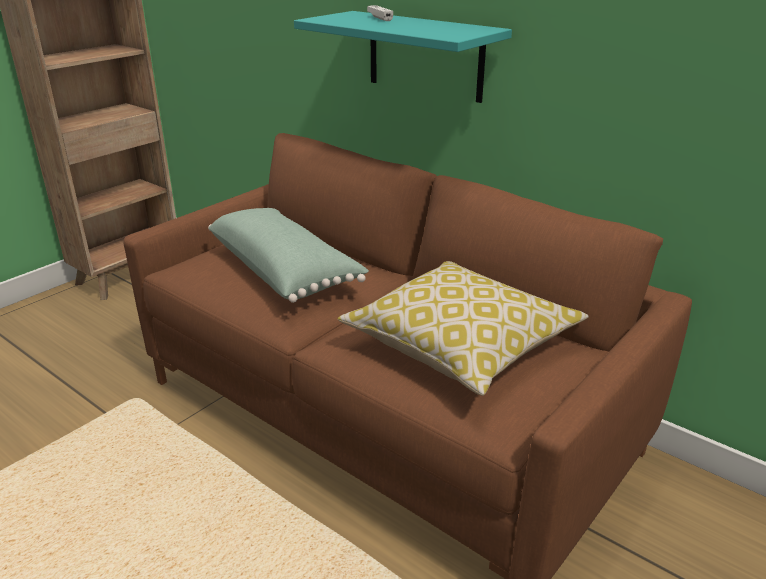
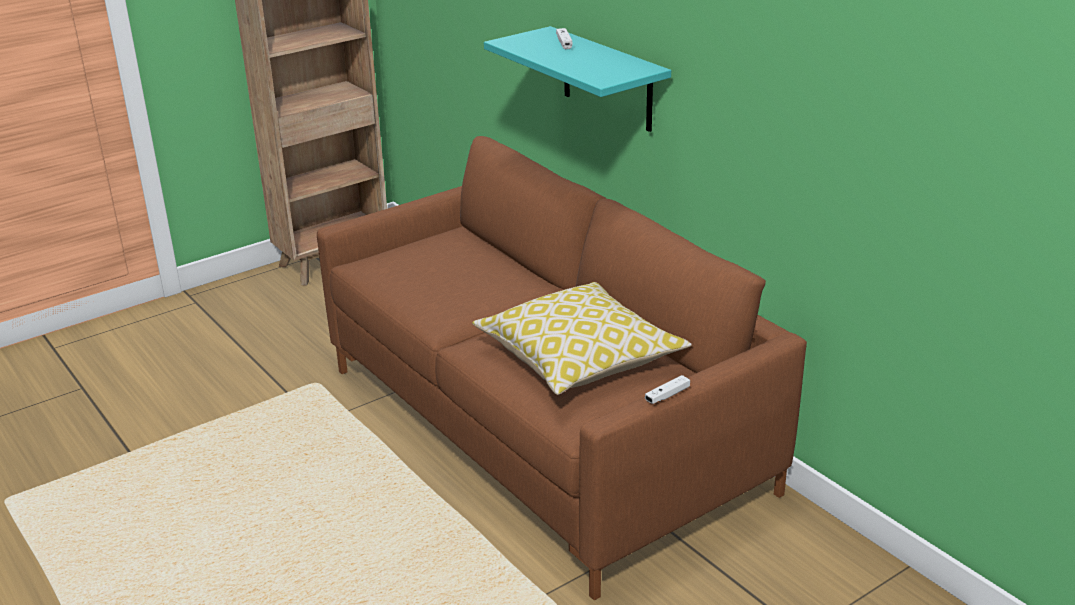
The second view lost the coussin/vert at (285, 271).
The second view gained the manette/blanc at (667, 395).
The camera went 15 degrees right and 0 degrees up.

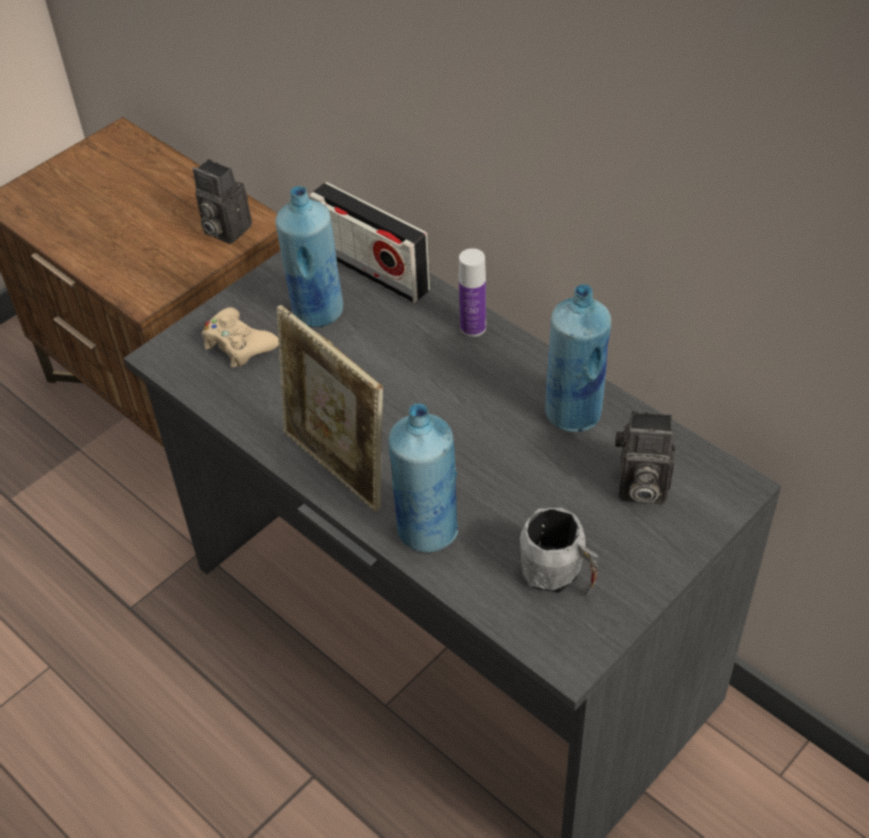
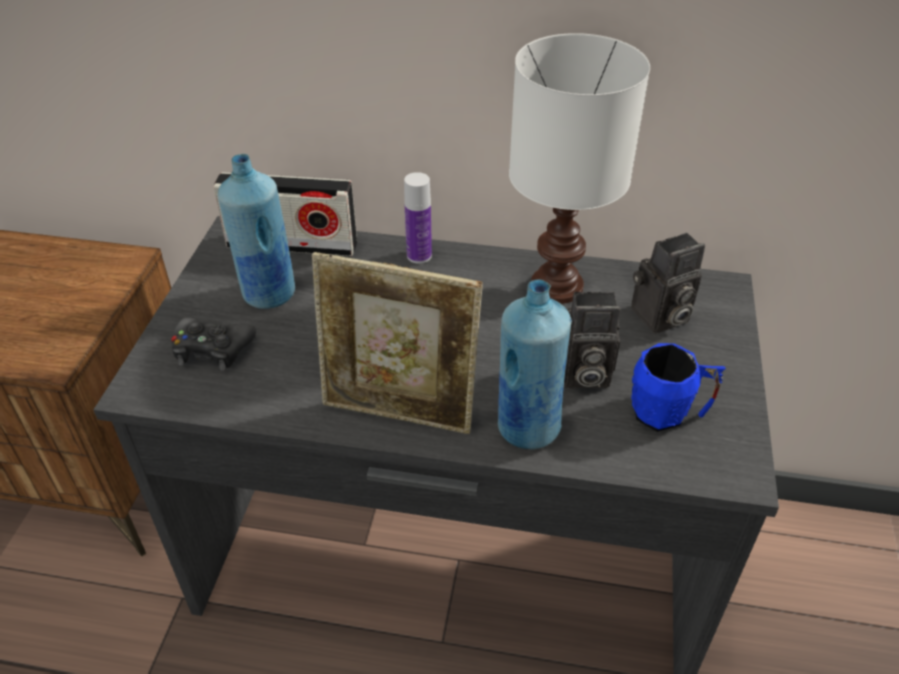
The appareil photo ended up elsewhere, having gone from (224, 229) to (581, 374).
Where the bouteille/bleu stood at (574, 413), the lampe de table/blanc came to stand at (558, 286).
What was the manette/beige at (238, 345) turned into the manette/noir at (212, 349).
What was the mug/gris at (559, 577) turned into the mug/bleu at (668, 413).
The camera went 35 degrees left and 5 degrees down.

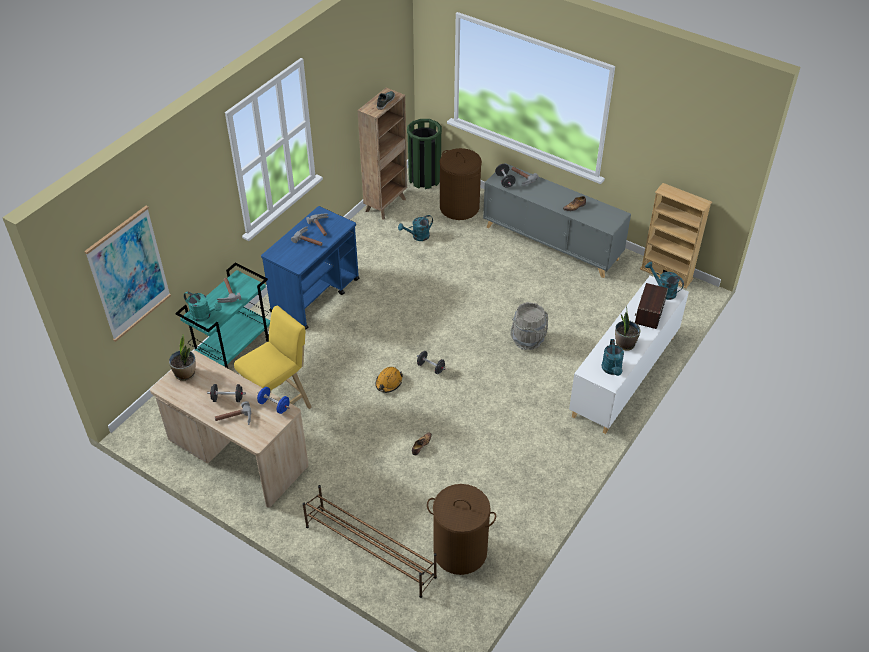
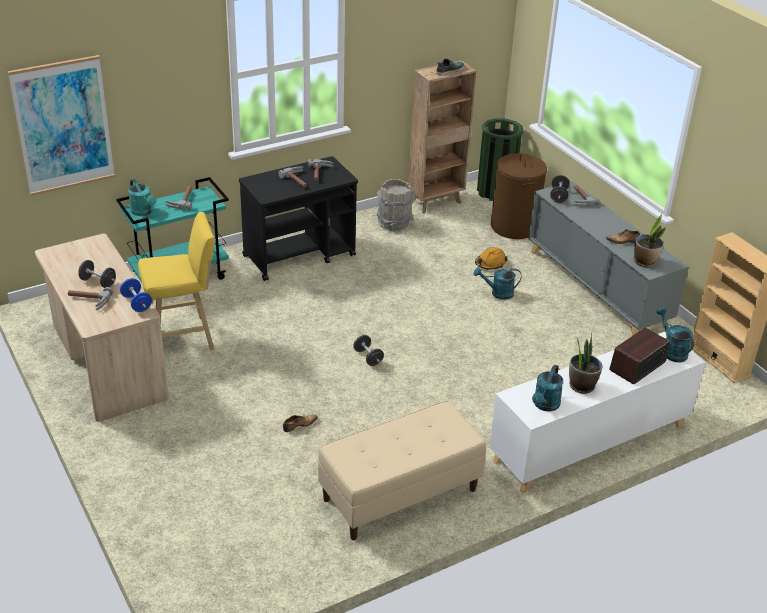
The second view lost the étagère à chaussures/marron at (369, 551).
The second view lost the panier à linge/marron at (460, 552).
The second view gained the banc/beige at (400, 495).
The plante en pot ended up elsewhere, having gone from (185, 374) to (645, 262).
The casque de chantier/orange ended up elsewhere, having gone from (388, 382) to (490, 263).
The arrosoir/turquoise ended up elsewhere, having gone from (417, 237) to (498, 293).
The seau/gris ended up elsewhere, having gone from (528, 340) to (394, 223).
What was the chariot/bleu at (315, 295) turned into the chariot/noir at (300, 255).
The camera went 25 degrees right and 10 degrees down.

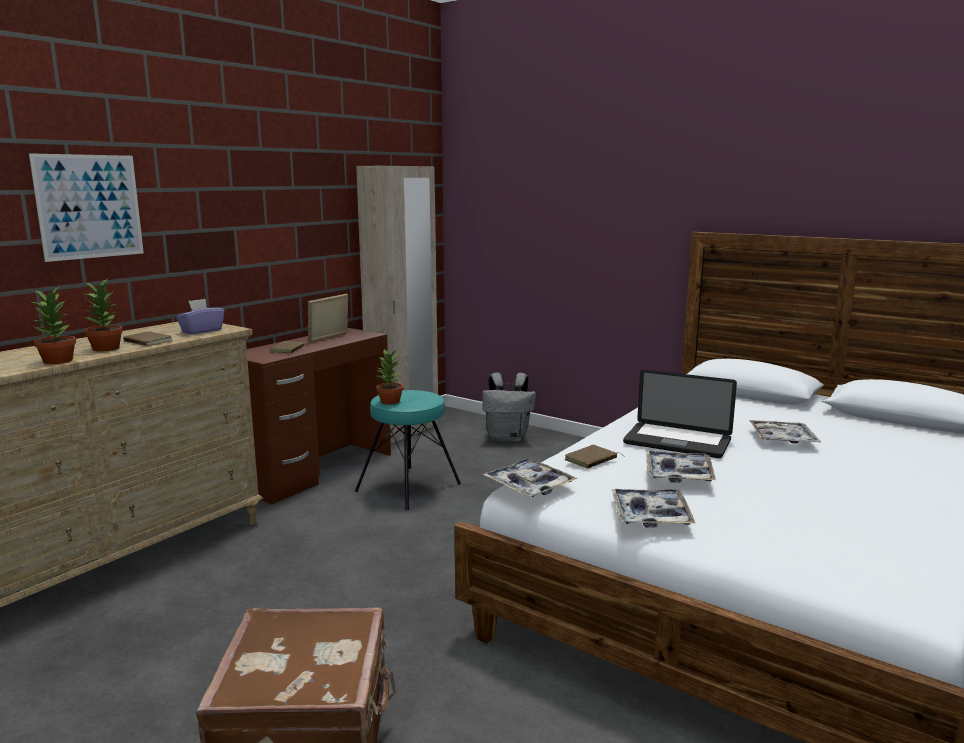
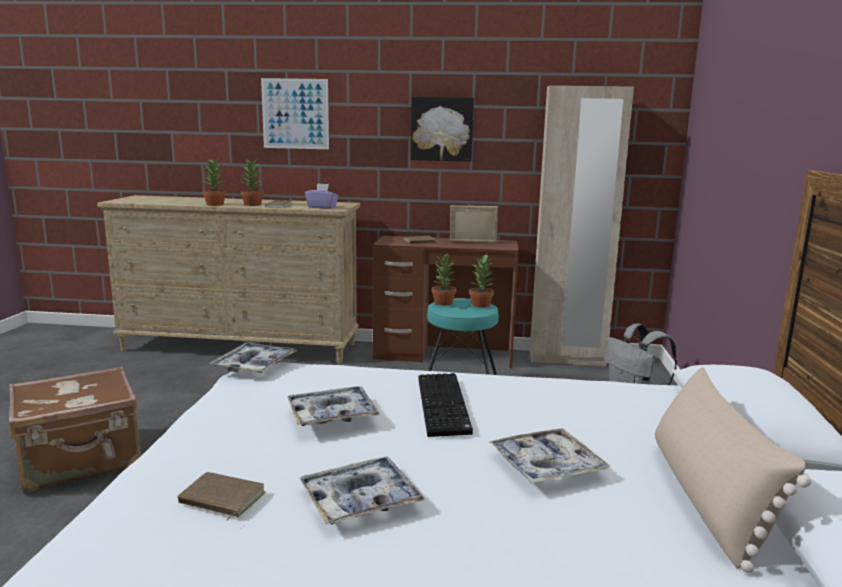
The second view gained the tableau at (442, 129).
The second view gained the plante en pot at (481, 305).
The second view gained the coussin/beige at (707, 498).
The livre/marron ended up elsewhere, having gone from (592, 460) to (220, 500).
The plateau ended up elsewhere, having gone from (650, 515) to (360, 500).
Where the ordinateur portable stood at (677, 442), the clavier came to stand at (445, 405).
The camera went 60 degrees right and 0 degrees up.

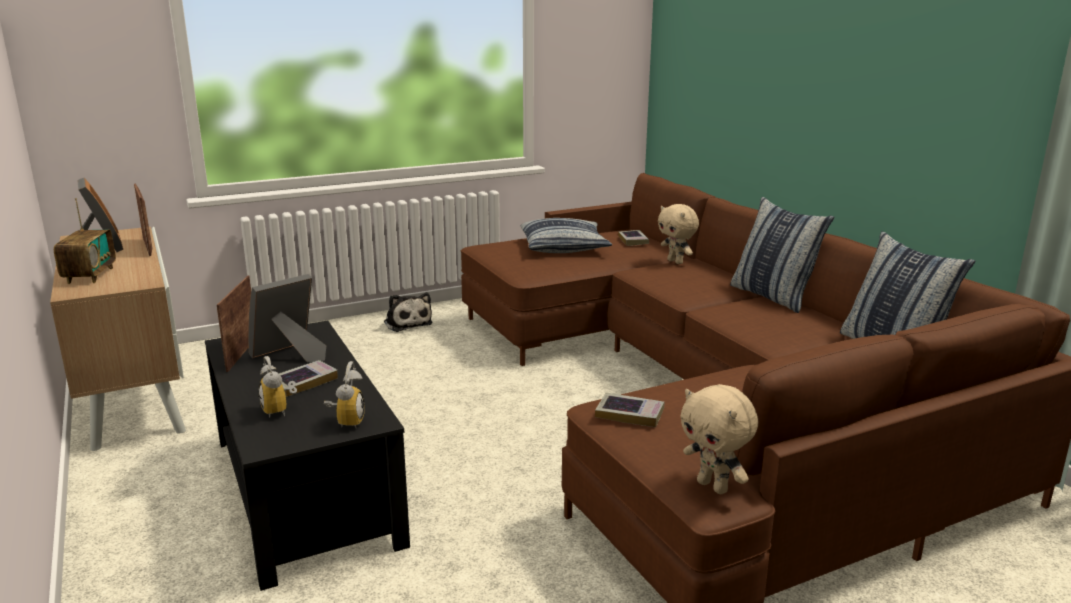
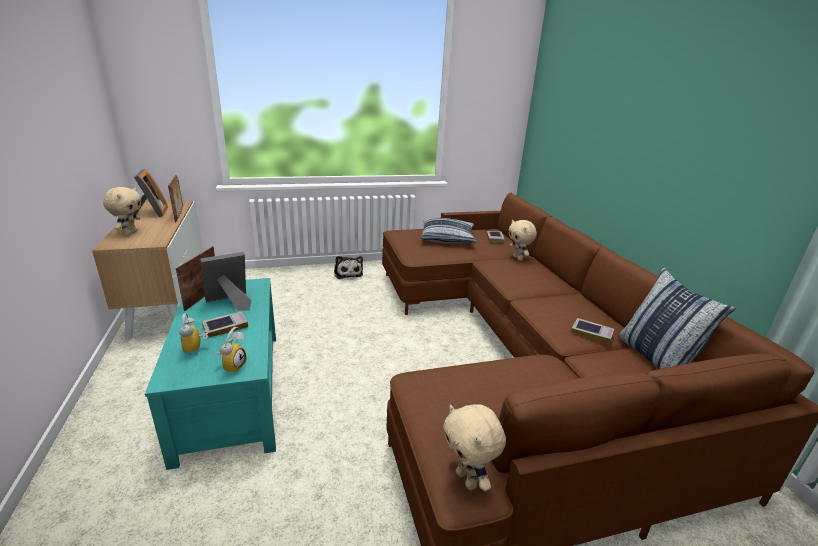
The second view lost the coussin at (773, 296).
The livre ended up elsewhere, having gone from (629, 414) to (592, 333).
Where the radio stood at (90, 275), the peluche/beige came to stand at (130, 233).
What was the table basse/noir at (308, 490) turned into the table basse/turquoise at (233, 391).
The camera went 10 degrees right and 5 degrees up.

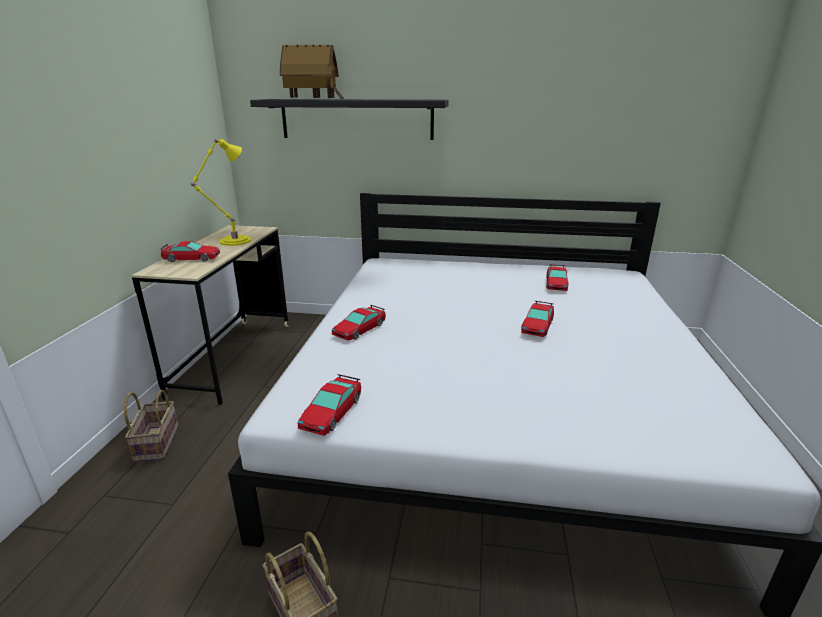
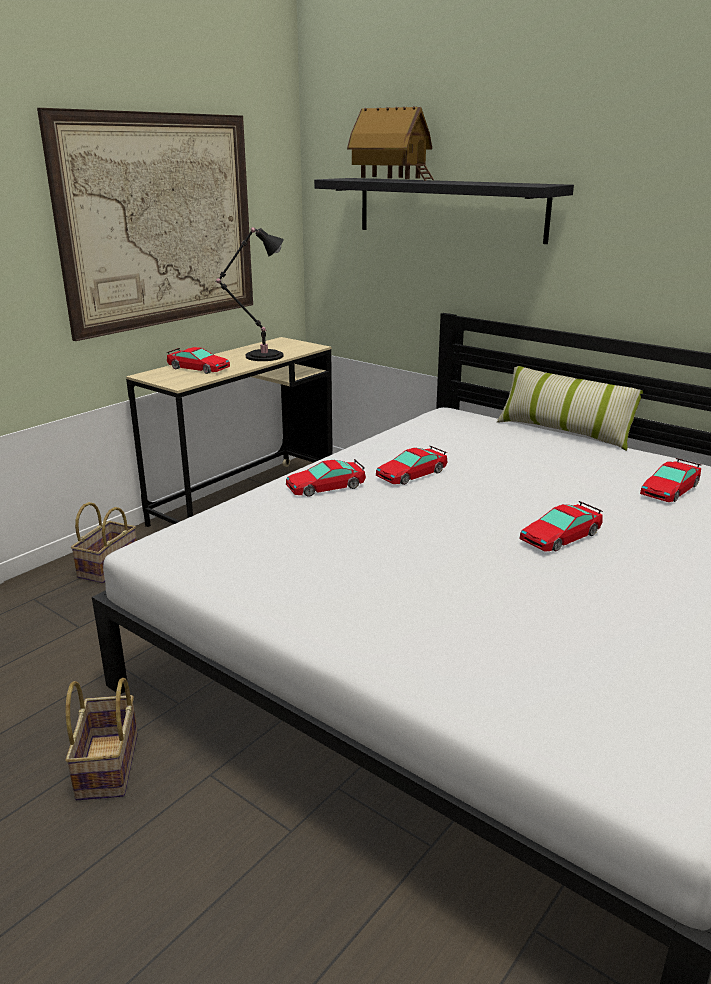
The second view gained the tableau at (160, 221).
The second view gained the coussin at (564, 432).
The petite voiture ended up elsewhere, having gone from (331, 412) to (411, 474).
What was the lampe de table/jaune at (232, 241) turned into the lampe de table/noir at (261, 356).
The camera went 30 degrees right and 0 degrees up.

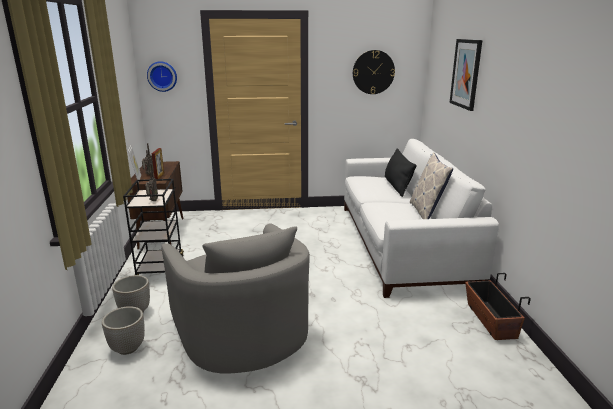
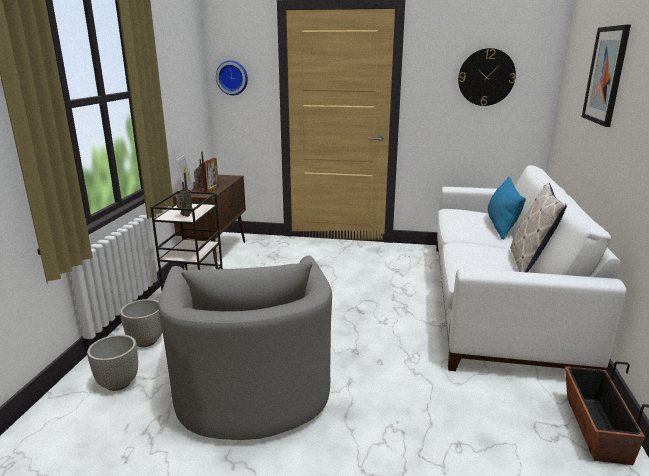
What was the coussin/noir at (397, 186) turned into the coussin/bleu at (501, 225).
The camera went 15 degrees right and 0 degrees up.

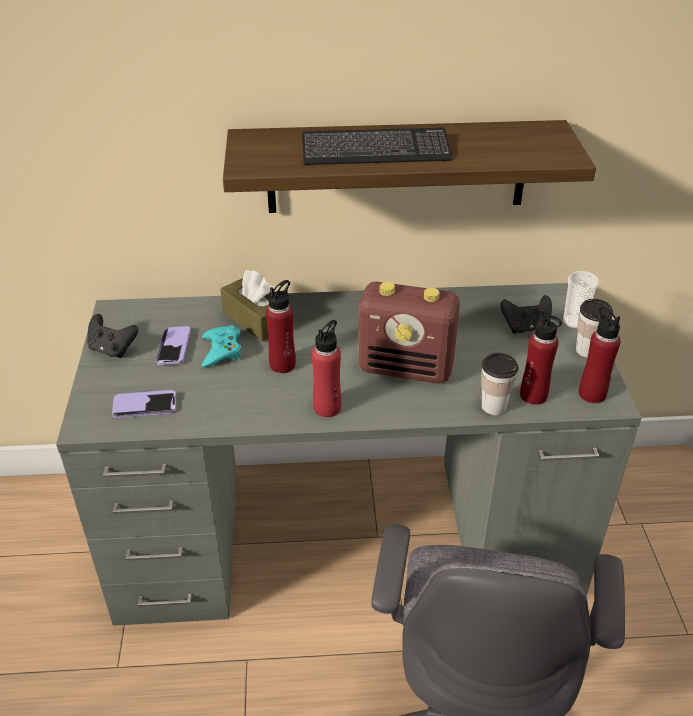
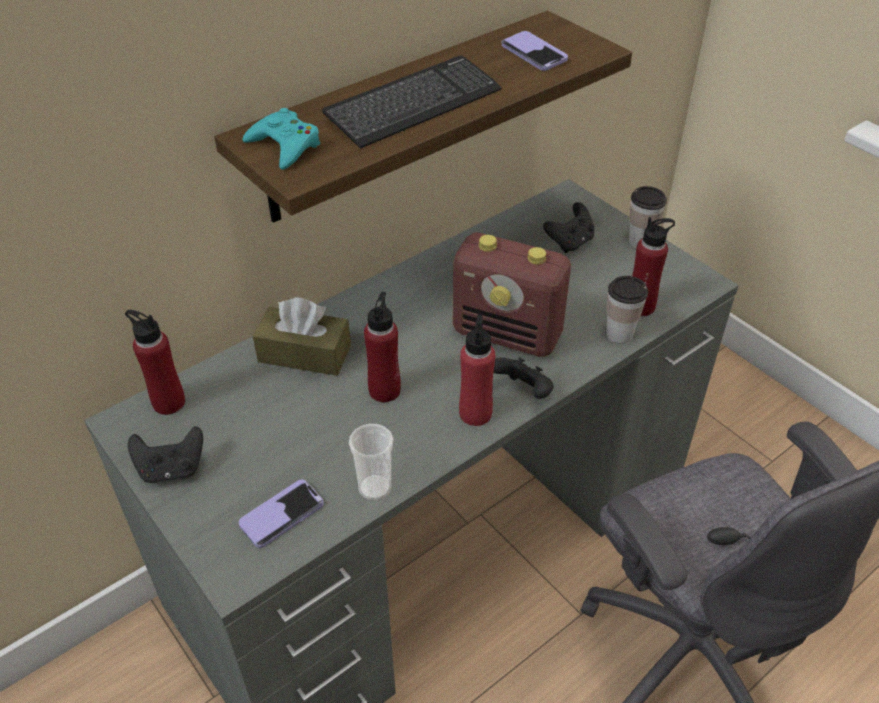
The second view gained the manette/noir at (523, 392).
The téléphone ended up elsewhere, having gone from (173, 347) to (534, 53).
The manette/turquoise ended up elsewhere, having gone from (221, 350) to (285, 146).
The tasse ended up elsewhere, having gone from (574, 322) to (375, 488).
The bouteille/rouge ended up elsewhere, having gone from (592, 394) to (169, 402).
The radio at (406, 369) ended up facing another way, 45 degrees clockwise from before.
The camera went 35 degrees left and 5 degrees up.

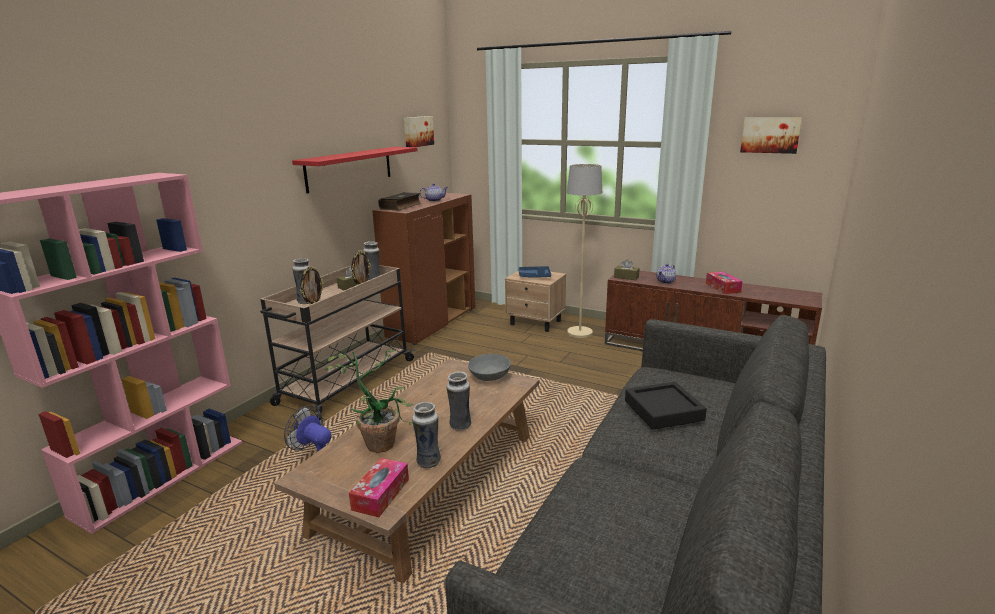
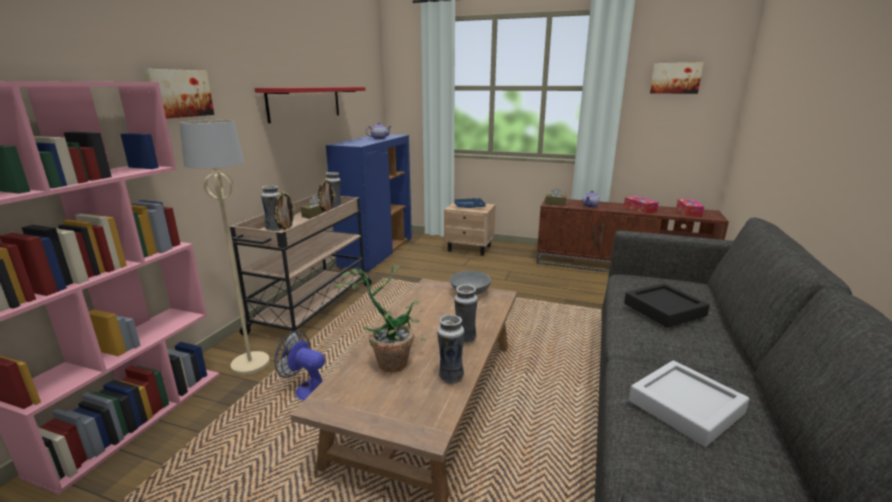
The second view lost the livre at (401, 206).
The second view gained the plateau/gris at (685, 407).
The boîte à mouchoirs ended up elsewhere, having gone from (381, 494) to (688, 212).
The tableau ended up elsewhere, having gone from (417, 131) to (179, 93).
The lampadaire/beige ended up elsewhere, having gone from (580, 333) to (251, 364).
What was the meuble de rangement/marron at (432, 323) turned into the meuble de rangement/bleu at (377, 253).
The camera went 10 degrees left and 0 degrees up.

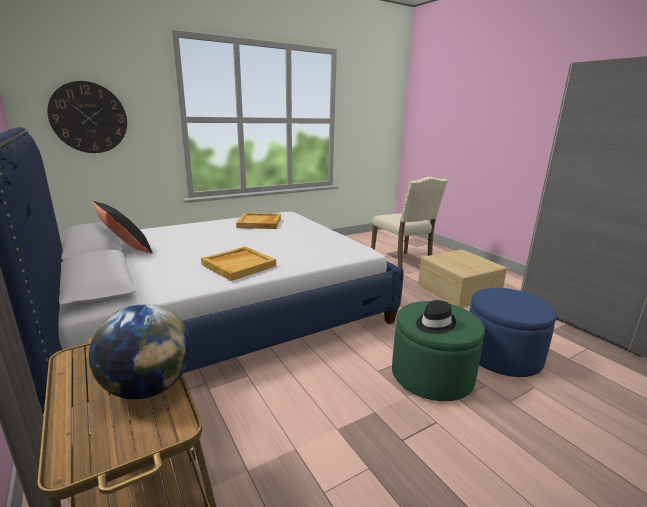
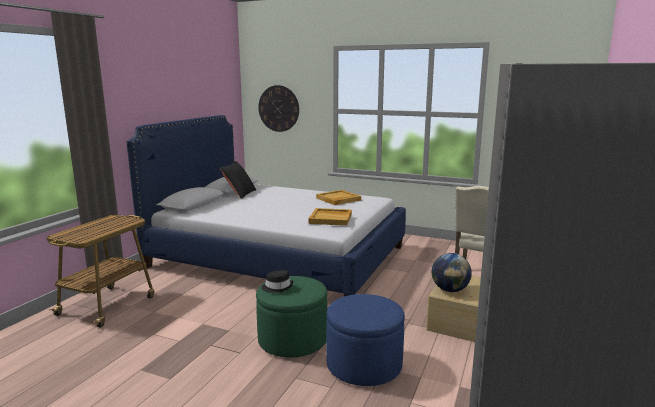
The globe ended up elsewhere, having gone from (148, 387) to (450, 290).
The plateau/beige ended up elsewhere, having gone from (239, 265) to (331, 218).
The camera went 55 degrees right and 5 degrees down.

